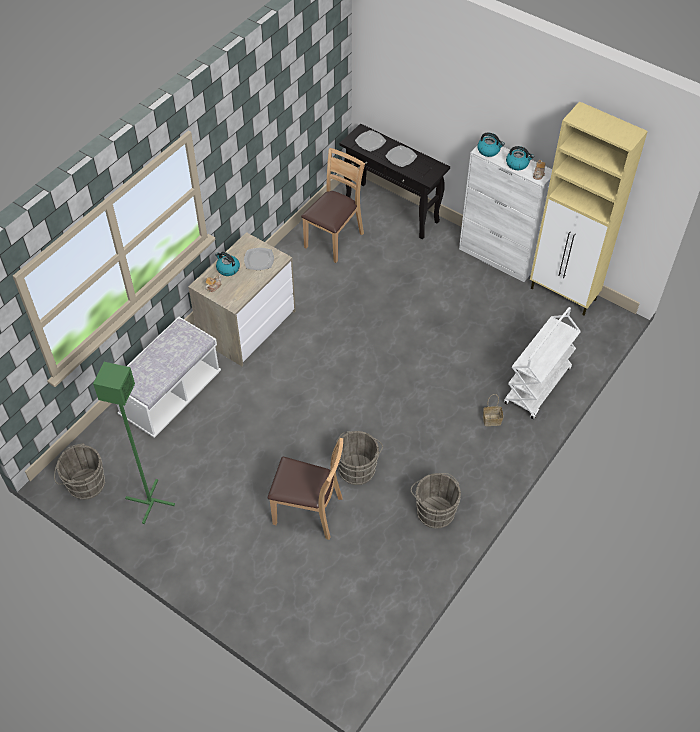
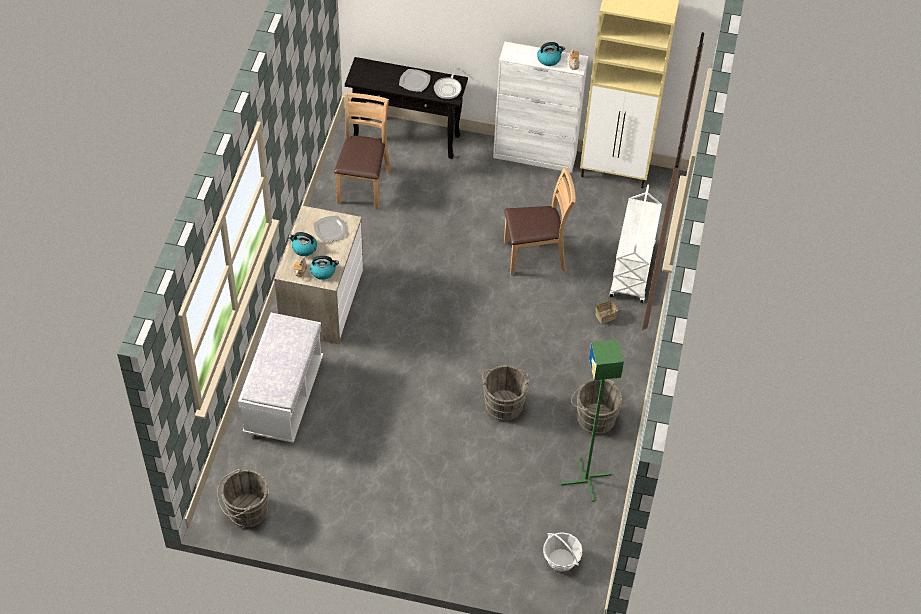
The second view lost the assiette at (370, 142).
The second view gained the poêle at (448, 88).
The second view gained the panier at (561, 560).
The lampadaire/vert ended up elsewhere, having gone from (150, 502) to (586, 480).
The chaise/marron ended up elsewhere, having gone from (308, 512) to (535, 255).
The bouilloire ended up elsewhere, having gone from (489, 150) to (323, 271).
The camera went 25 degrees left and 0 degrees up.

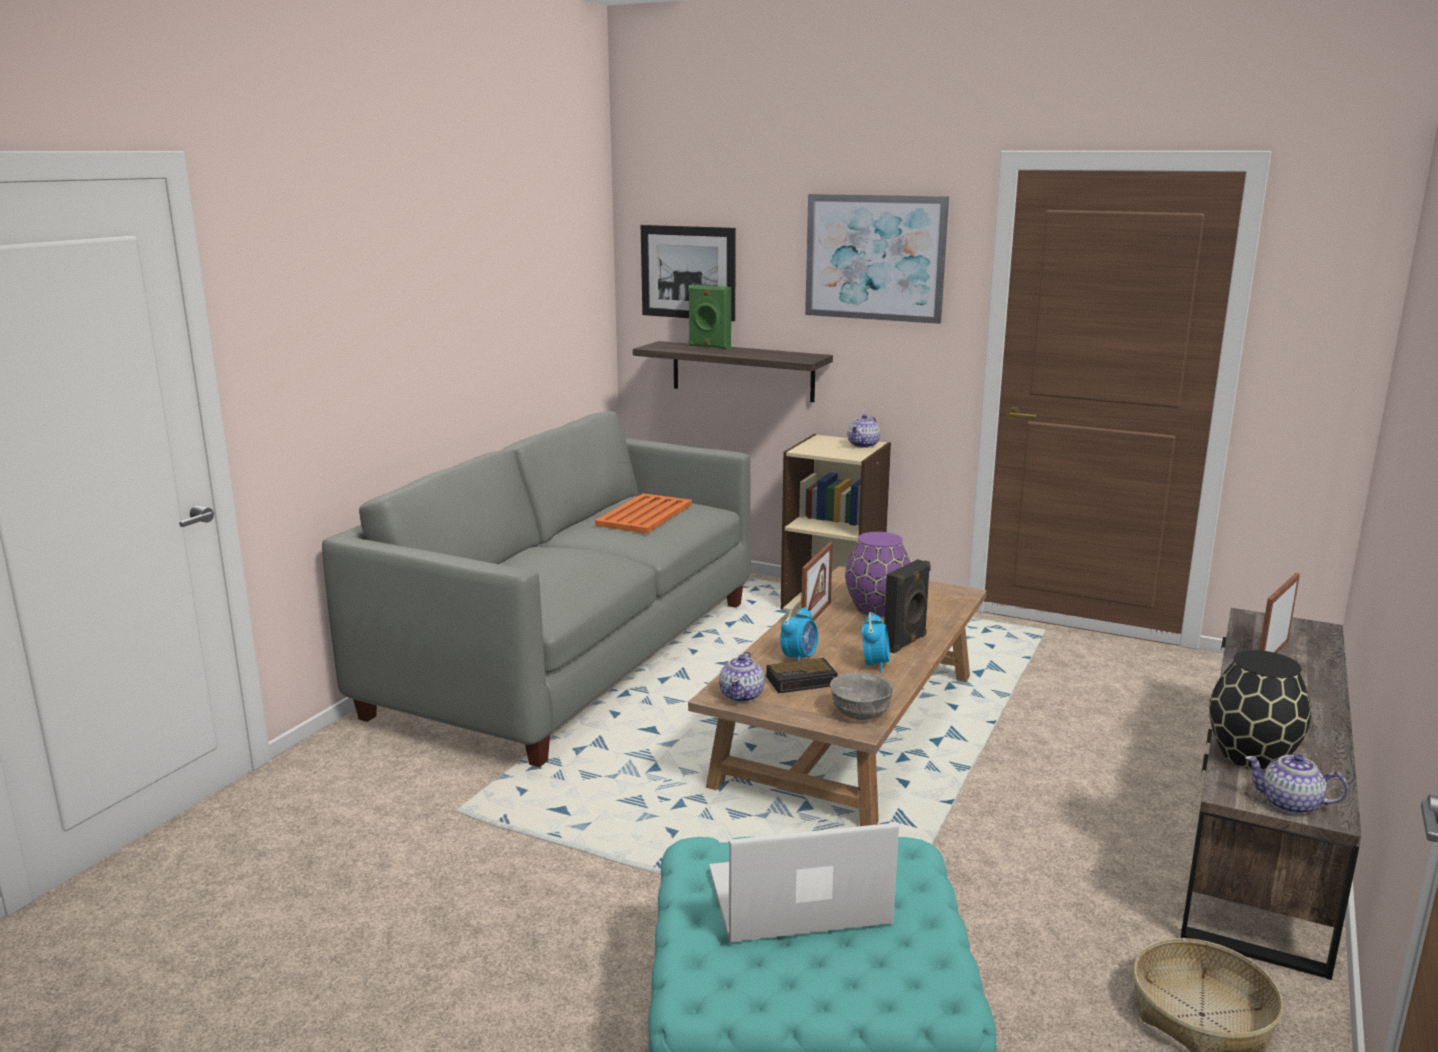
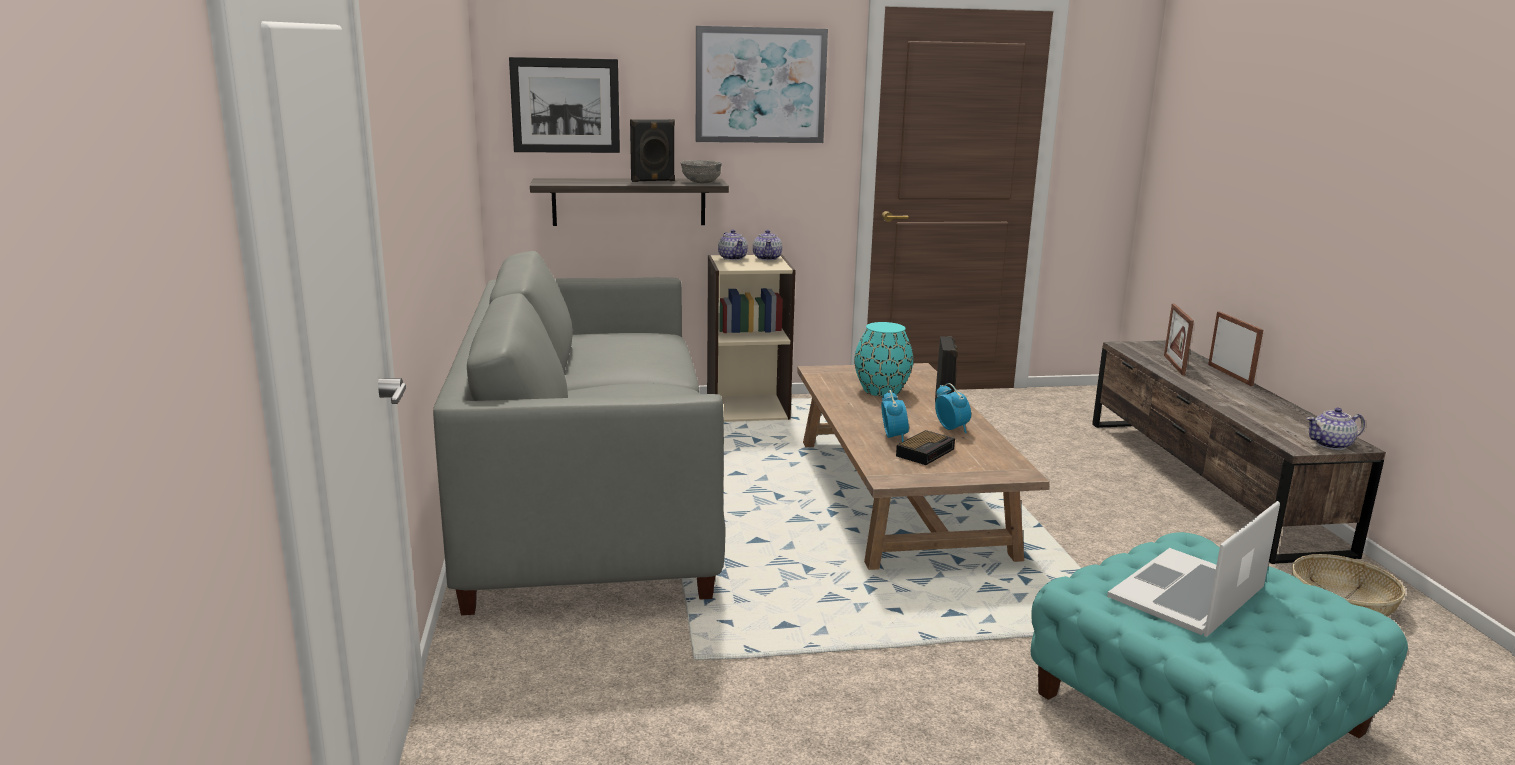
The second view lost the plateau/orange at (645, 514).
The second view lost the enceinte/vert at (709, 346).
The second view lost the vase/noir at (1250, 755).
The second view gained the enceinte/noir at (653, 181).
The théière ended up elsewhere, having gone from (742, 695) to (732, 258).
The cadre photo ended up elsewhere, having gone from (816, 616) to (1230, 375).
The bol/gris ended up elsewhere, having gone from (861, 713) to (701, 182).
What was the vase/violet at (875, 608) turned into the vase/turquoise at (880, 390).
The camera went 35 degrees left and 0 degrees up.

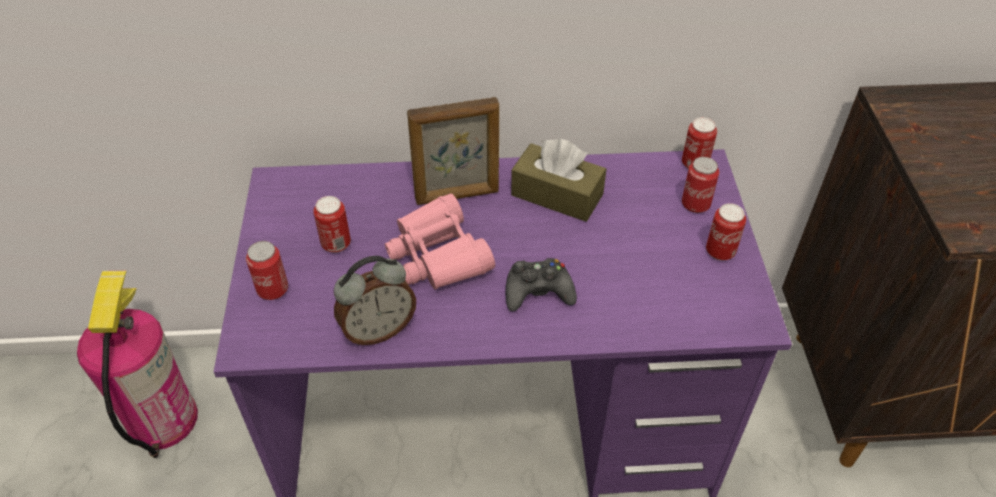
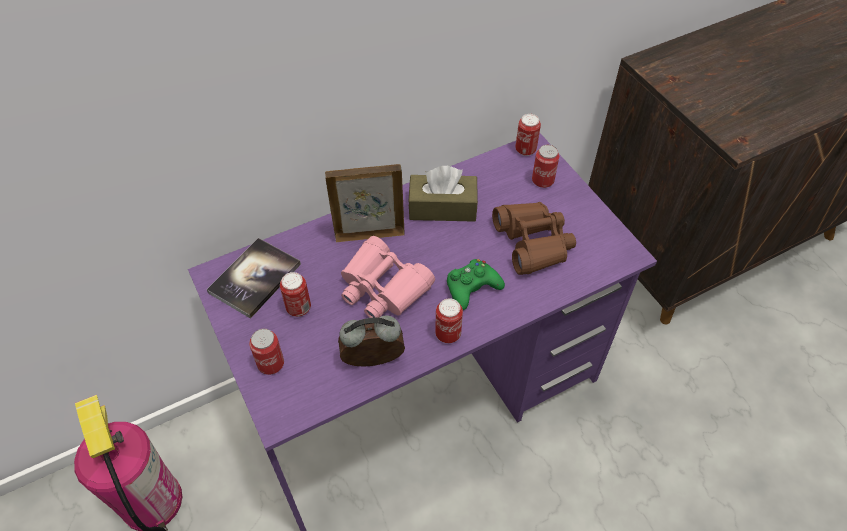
The second view gained the livre at (255, 278).
The second view gained the jumelles/marron at (533, 243).
The boîte métallique ended up elsewhere, having gone from (720, 252) to (448, 334).
What was the manette/noir at (538, 291) turned into the manette/vert at (472, 287).
The réveil at (378, 329) ended up facing another way, 135 degrees counterclockwise from before.
The cadre photo at (457, 196) ended up facing another way, 150 degrees counterclockwise from before.
The camera went 25 degrees left and 5 degrees up.

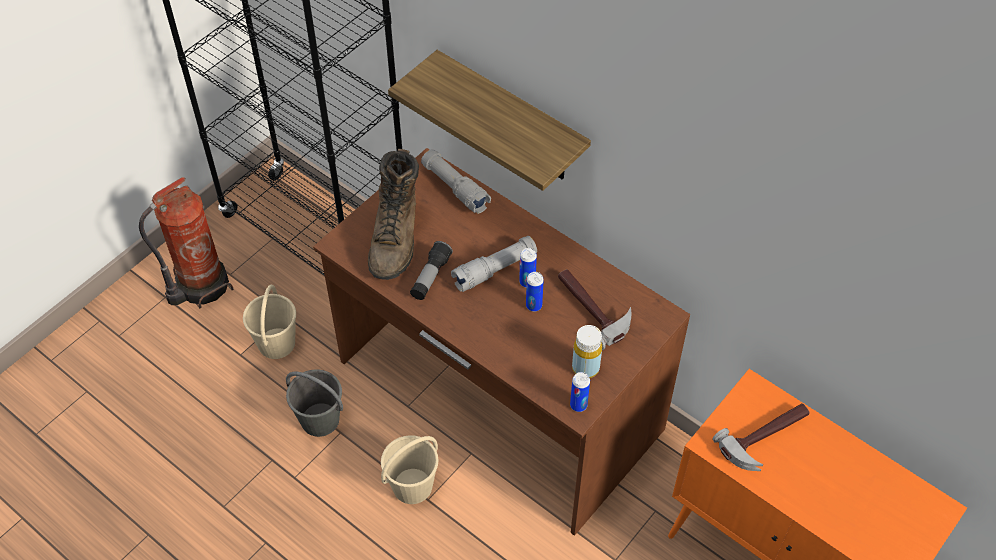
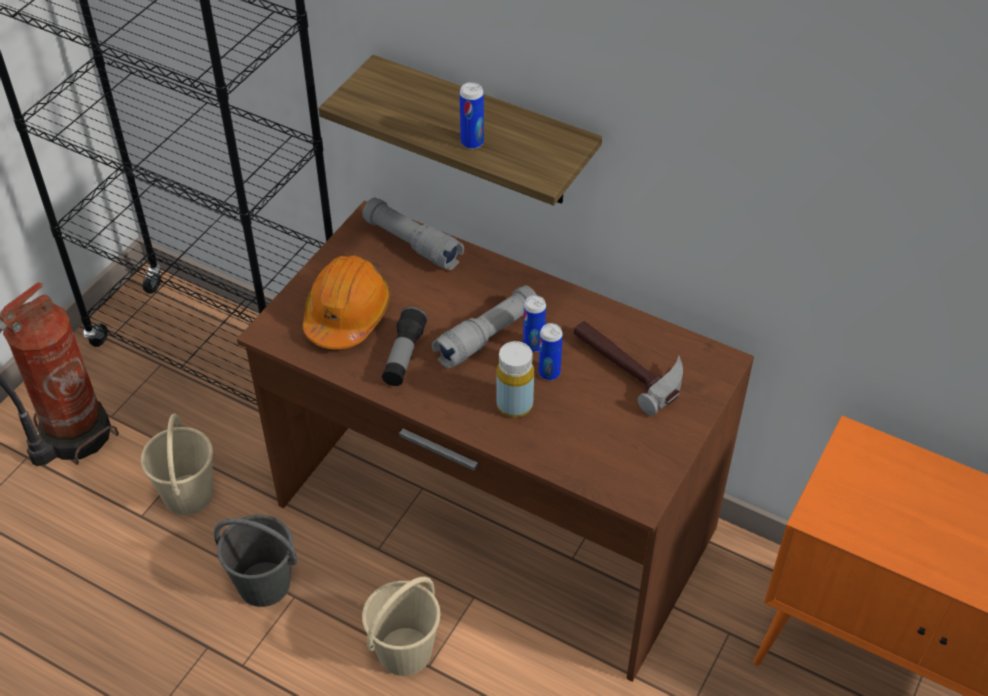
The second view lost the marteau at (766, 439).
The boîte métallique ended up elsewhere, having gone from (578, 405) to (472, 142).
The bouteille/jaune ended up elsewhere, having gone from (585, 368) to (514, 405).
Where the botte/marron stood at (396, 238), the casque de chantier/orange came to stand at (347, 314).
The camera went 10 degrees left and 5 degrees down.

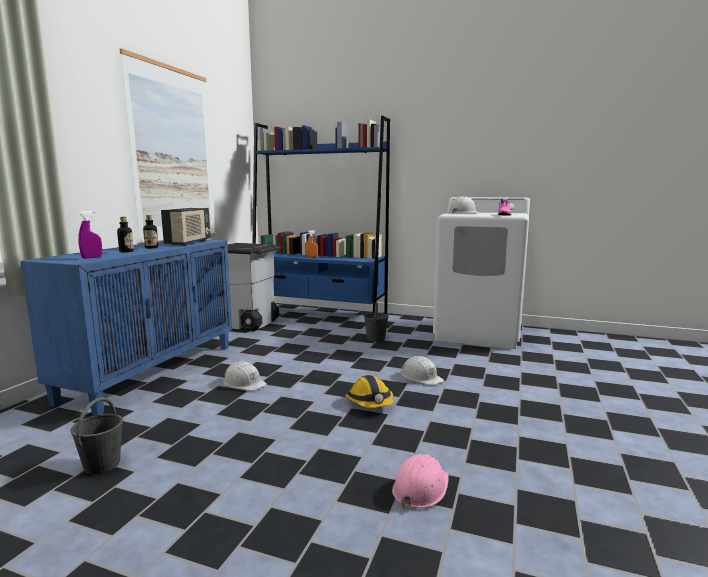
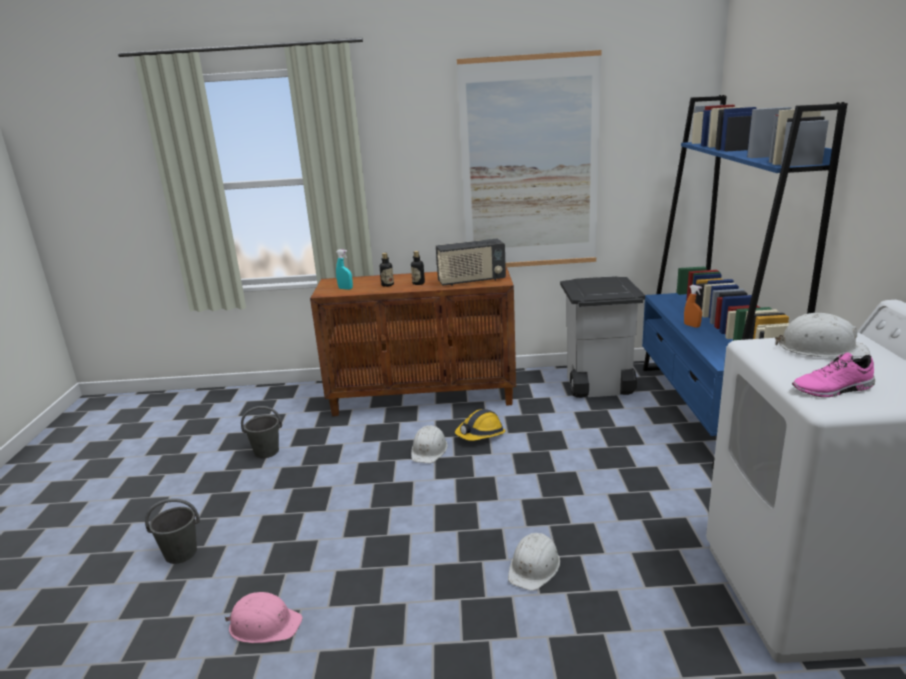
The casque de chantier ended up elsewhere, having gone from (370, 403) to (480, 434).
The seau/gris ended up elsewhere, having gone from (375, 339) to (180, 553).
What was the meuble de rangement/bleu at (153, 371) turned into the meuble de rangement/marron at (424, 397).
What was the vaporisateur/violet at (92, 257) turned into the vaporisateur/turquoise at (345, 289).
The camera went 70 degrees right and 10 degrees up.

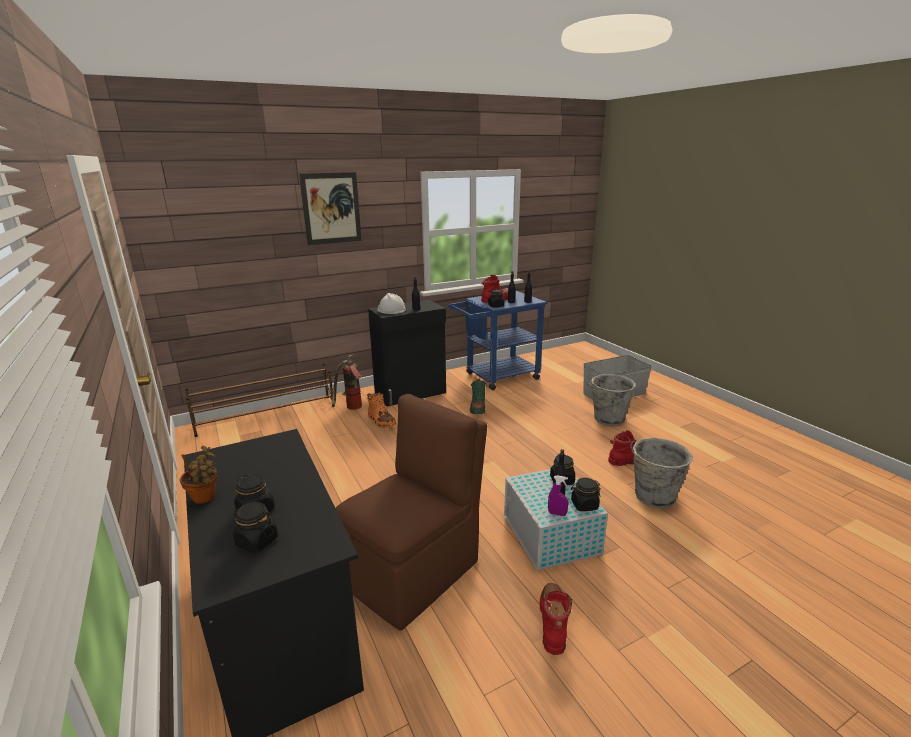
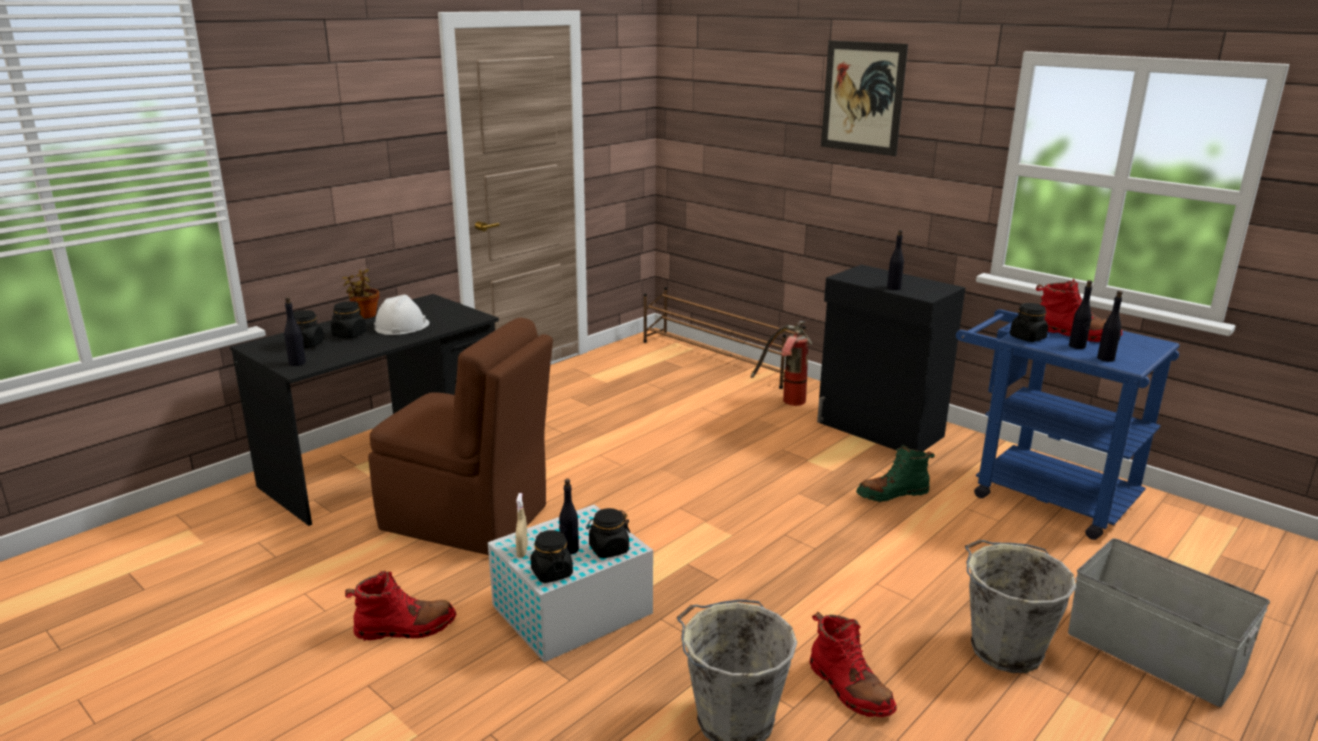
The second view lost the botte/orange at (381, 421).
The second view gained the bouteille/noir at (297, 363).
The casque de chantier/blanc ended up elsewhere, having gone from (391, 310) to (401, 326).
What was the vaporisateur/violet at (557, 514) turned into the vaporisateur/beige at (522, 552).
The camera went 70 degrees right and 0 degrees up.

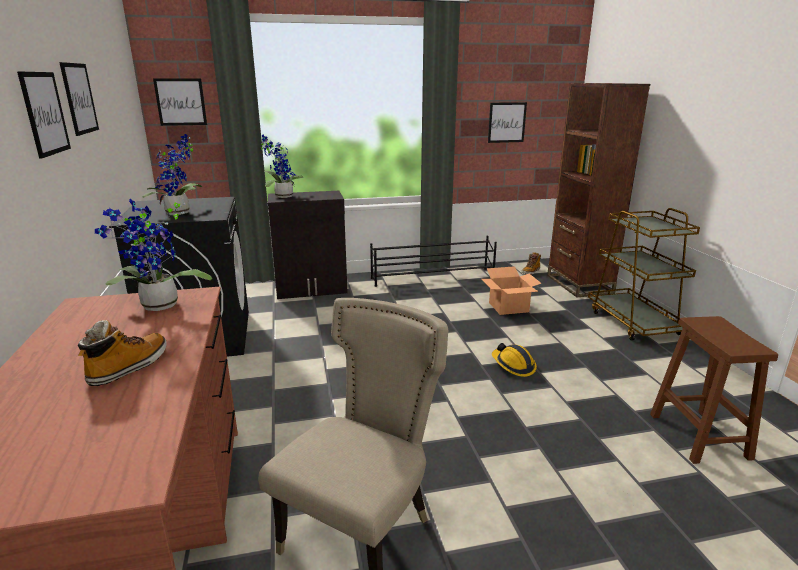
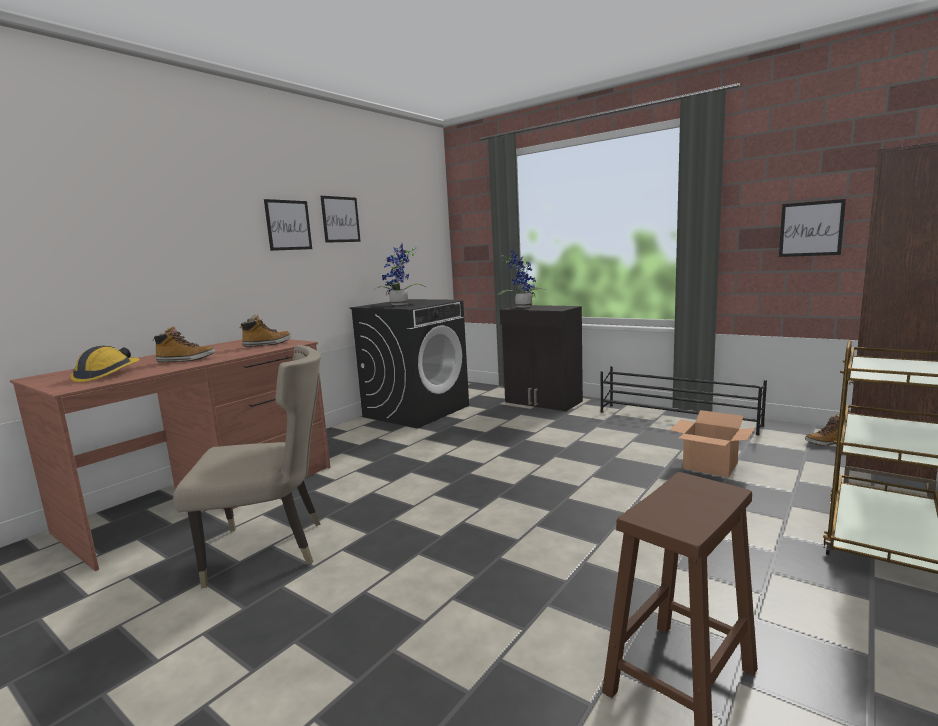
The second view lost the tableau at (180, 102).
The casque de chantier ended up elsewhere, having gone from (513, 365) to (107, 375).
Where the plante en pot stood at (158, 307), the botte came to stand at (267, 344).
The camera went 50 degrees right and 10 degrees down.

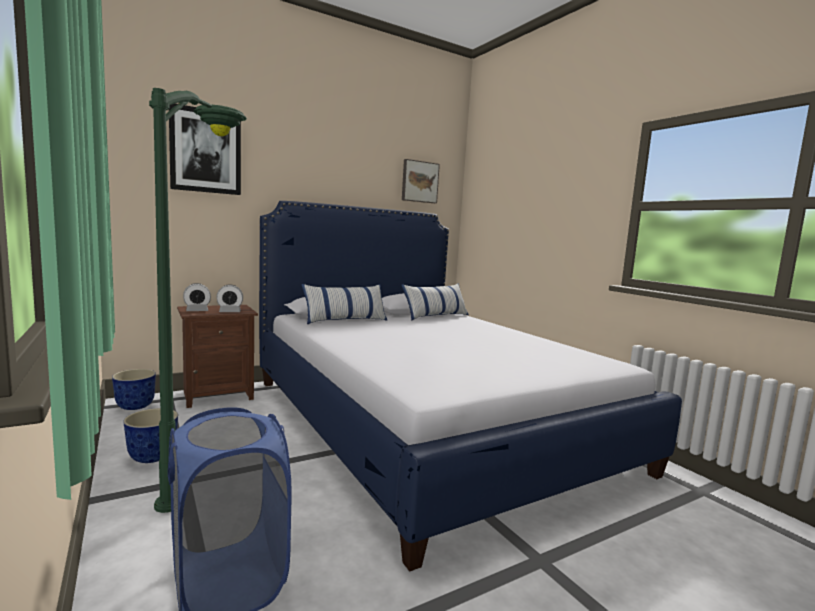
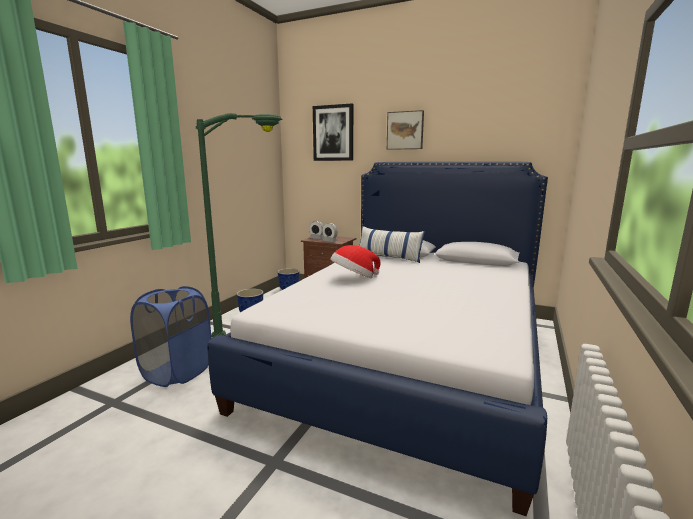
The second view lost the coussin at (435, 316).
The second view gained the chapeau at (354, 278).
The tableau ended up elsewhere, having gone from (419, 182) to (405, 130).
The camera went 55 degrees right and 5 degrees up.

